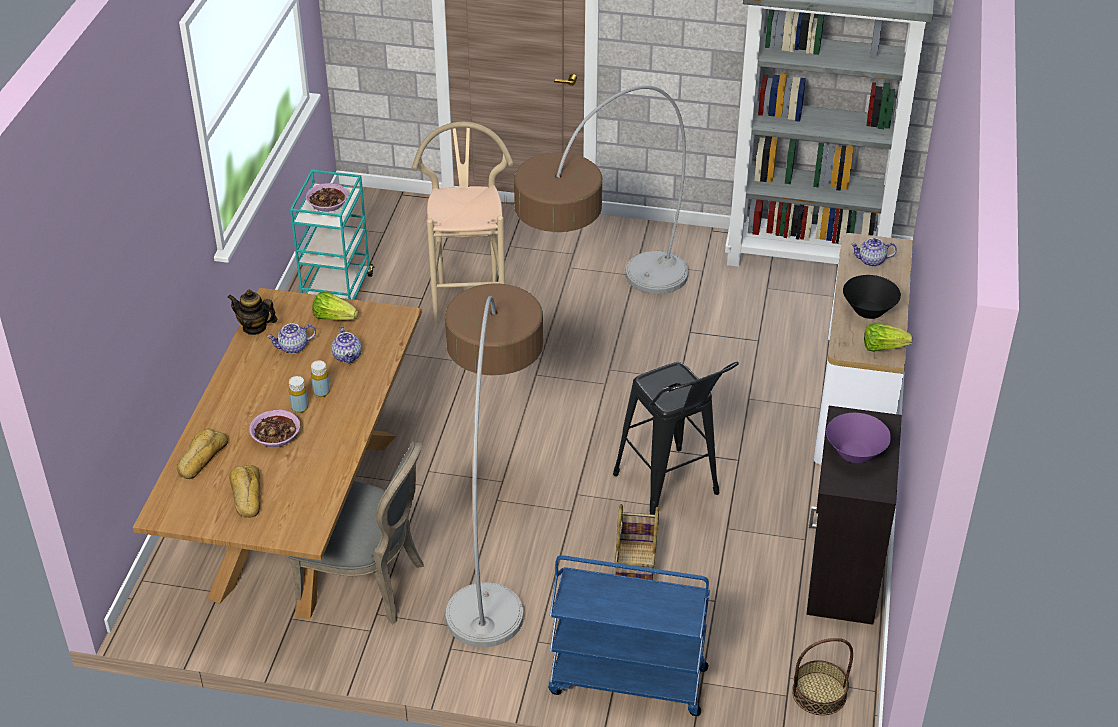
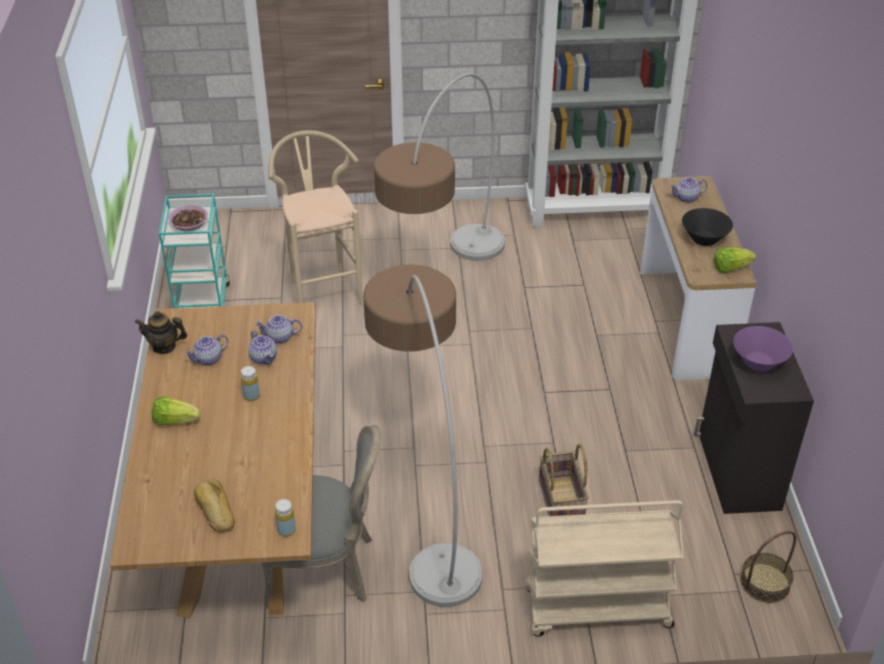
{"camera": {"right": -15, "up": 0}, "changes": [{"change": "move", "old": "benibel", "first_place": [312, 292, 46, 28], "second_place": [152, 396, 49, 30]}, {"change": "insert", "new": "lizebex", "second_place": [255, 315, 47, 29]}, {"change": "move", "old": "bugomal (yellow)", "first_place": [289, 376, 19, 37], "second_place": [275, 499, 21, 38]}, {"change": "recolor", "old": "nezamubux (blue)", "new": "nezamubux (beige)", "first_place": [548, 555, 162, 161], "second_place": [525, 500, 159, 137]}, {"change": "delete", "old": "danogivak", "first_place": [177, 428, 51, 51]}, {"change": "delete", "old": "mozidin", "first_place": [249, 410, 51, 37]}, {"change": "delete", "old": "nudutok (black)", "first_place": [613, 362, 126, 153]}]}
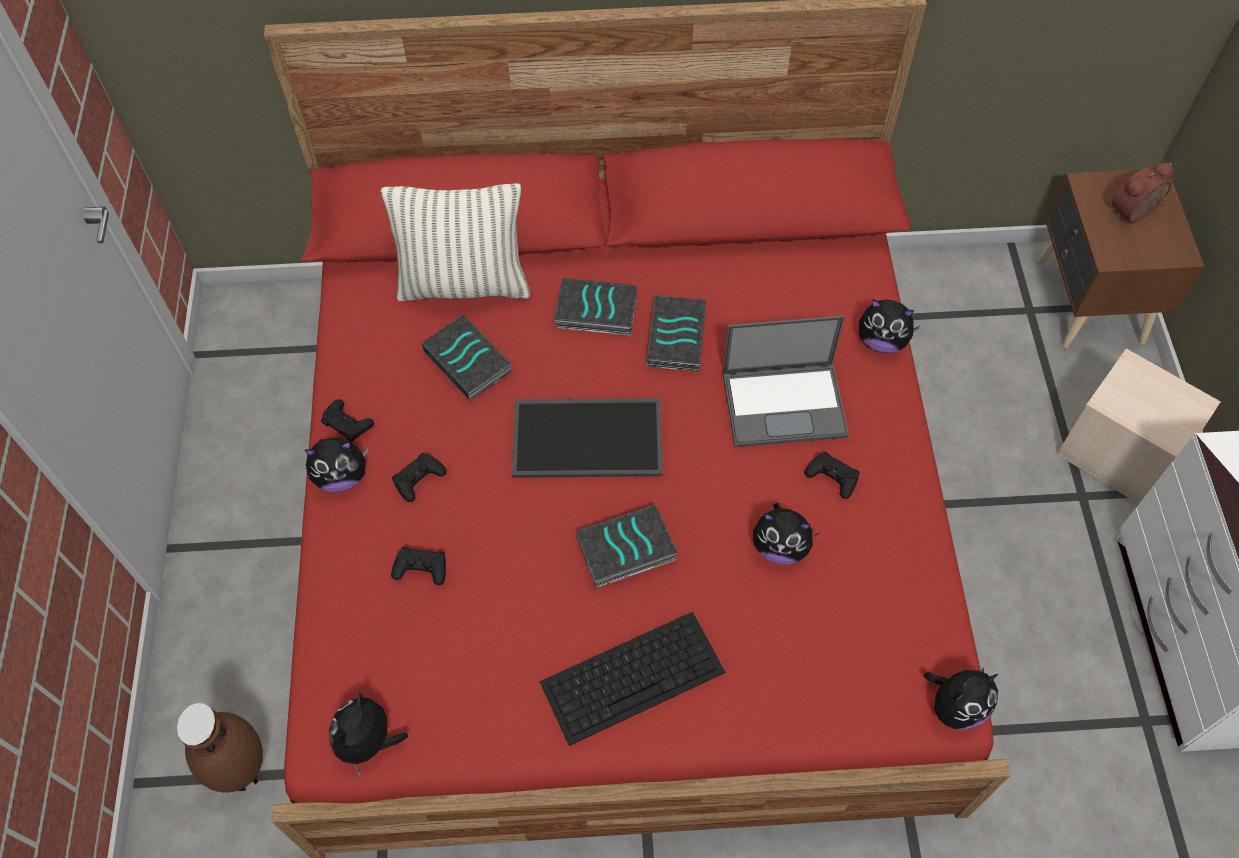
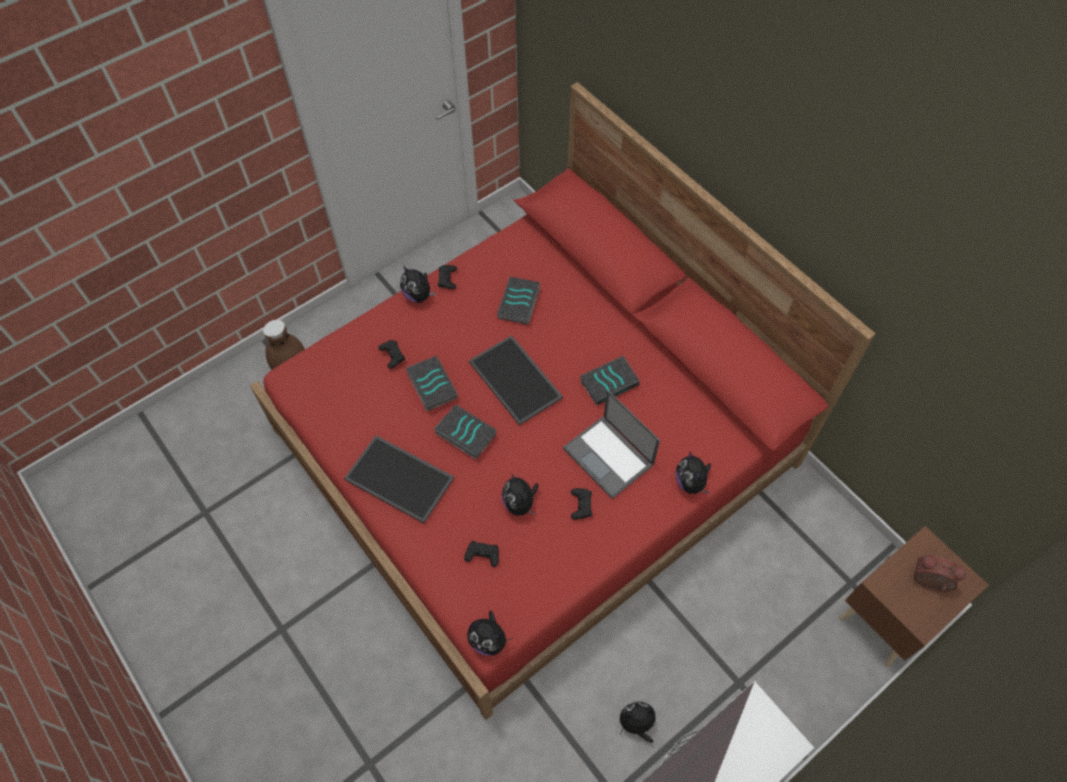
{"camera": {"right": 55, "up": 0}, "changes": [{"change": "replace", "old": "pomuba", "new": "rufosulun", "first_place": [539, 612, 186, 134], "second_place": [344, 435, 110, 88]}, {"change": "move", "old": "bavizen", "first_place": [553, 278, 84, 58], "second_place": [406, 356, 52, 55]}, {"change": "move", "old": "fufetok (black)", "first_place": [392, 453, 55, 49], "second_place": [464, 541, 35, 26]}, {"change": "move", "old": "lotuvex", "first_place": [329, 692, 79, 84], "second_place": [620, 701, 36, 42]}, {"change": "delete", "old": "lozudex", "first_place": [380, 183, 151, 118]}, {"change": "delete", "old": "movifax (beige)", "first_place": [1056, 348, 165, 156]}]}
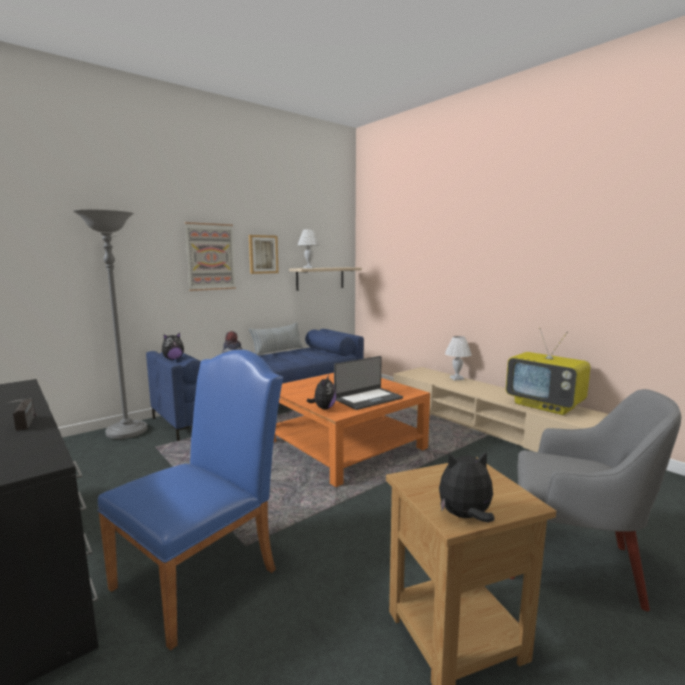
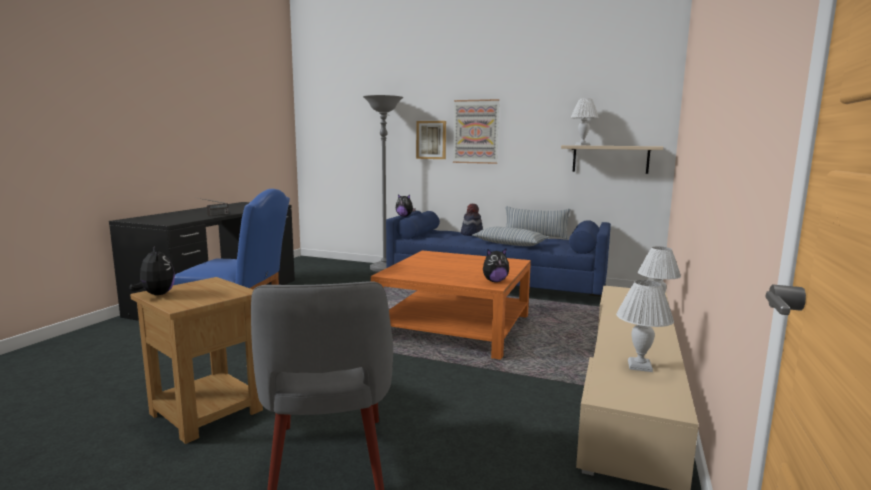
{"camera": {"right": 60, "up": 0}, "changes": [{"change": "move", "old": "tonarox", "first_place": [249, 235, 30, 39], "second_place": [416, 121, 30, 38]}, {"change": "insert", "new": "lozudex", "second_place": [473, 227, 76, 19]}, {"change": "move", "old": "lotuvex", "first_place": [307, 375, 29, 35], "second_place": [483, 249, 26, 33]}, {"change": "replace", "old": "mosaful", "new": "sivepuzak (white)", "first_place": [506, 328, 85, 87], "second_place": [616, 280, 58, 92]}, {"change": "delete", "old": "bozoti", "first_place": [334, 356, 69, 54]}]}
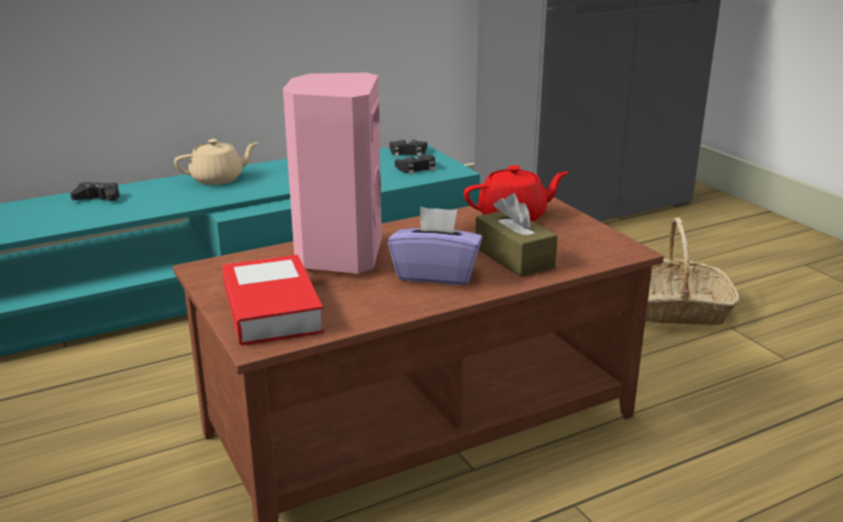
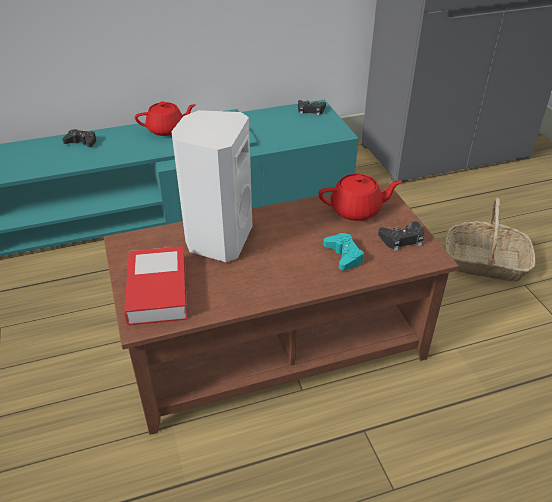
{"camera": {"right": 10, "up": 15}, "changes": [{"change": "recolor", "old": "lizebex (beige)", "new": "lizebex (red)", "first_place": [174, 139, 84, 46], "second_place": [135, 101, 61, 35]}, {"change": "recolor", "old": "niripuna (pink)", "new": "niripuna (white)", "first_place": [283, 73, 99, 201], "second_place": [171, 110, 81, 152]}, {"change": "replace", "old": "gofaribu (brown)", "new": "fufetok (turquoise)", "first_place": [475, 193, 83, 84], "second_place": [323, 233, 41, 37]}, {"change": "move", "old": "fufetok (black)", "first_place": [395, 154, 40, 20], "second_place": [378, 221, 46, 30]}, {"change": "delete", "old": "gofaribu (purple)", "first_place": [388, 206, 94, 79]}]}
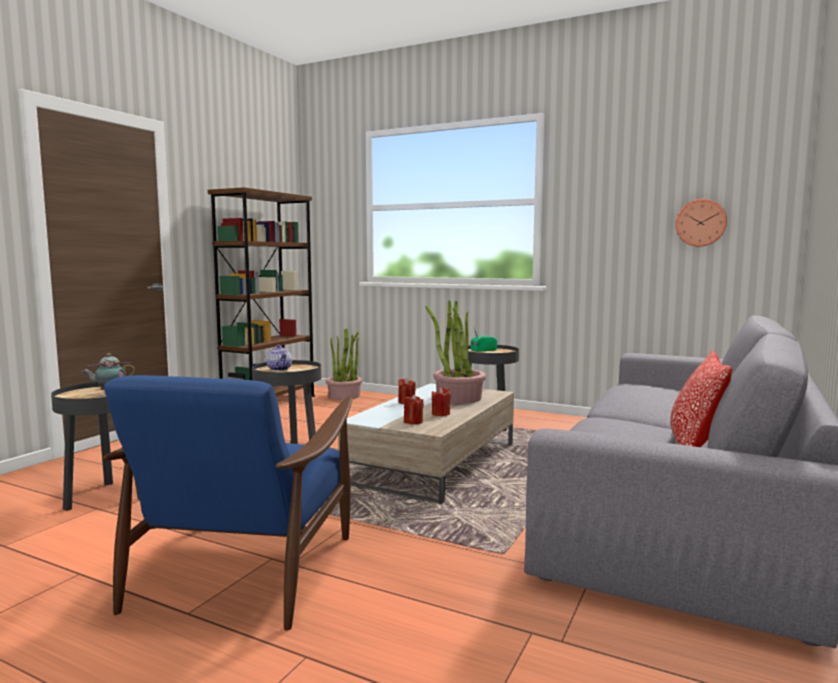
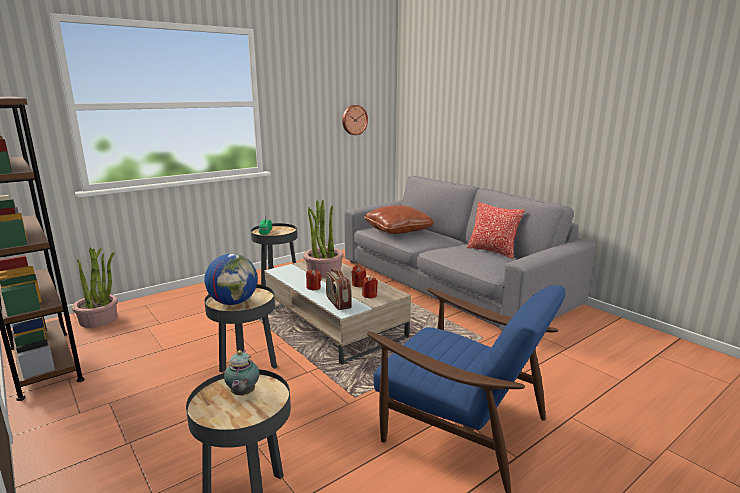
{"camera": {"right": -65, "up": 10}, "changes": [{"change": "replace", "old": "lizebex", "new": "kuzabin", "first_place": [266, 345, 26, 26], "second_place": [204, 254, 54, 51]}, {"change": "insert", "new": "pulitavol", "second_place": [326, 269, 26, 41]}, {"change": "insert", "new": "lozudex (brown)", "second_place": [364, 205, 70, 29]}]}
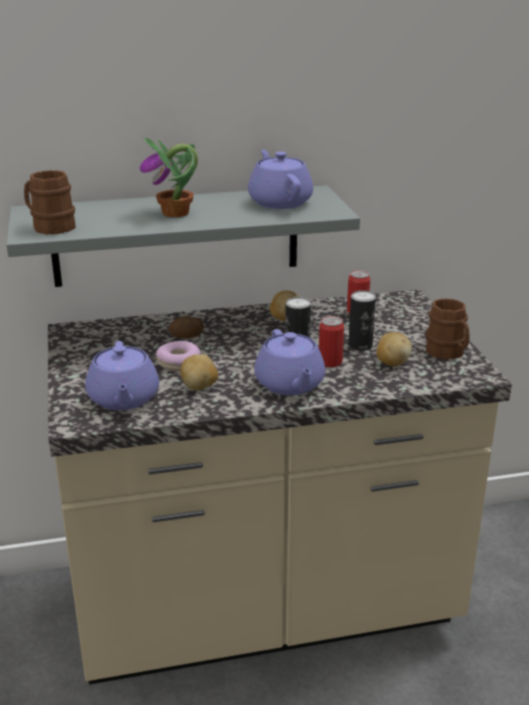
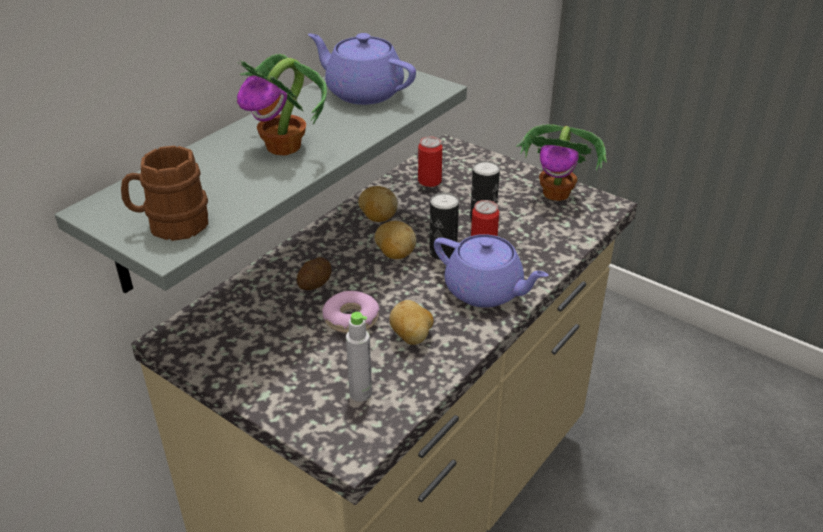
{"camera": {"right": -40, "up": 10}, "changes": [{"change": "replace", "old": "lizebex (purple)", "new": "bugomal (grey)", "first_place": [85, 341, 74, 69], "second_place": [346, 312, 26, 90]}, {"change": "move", "old": "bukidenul", "first_place": [376, 332, 36, 34], "second_place": [375, 221, 41, 38]}, {"change": "replace", "old": "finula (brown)", "new": "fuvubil", "first_place": [425, 298, 45, 61], "second_place": [516, 124, 91, 77]}]}
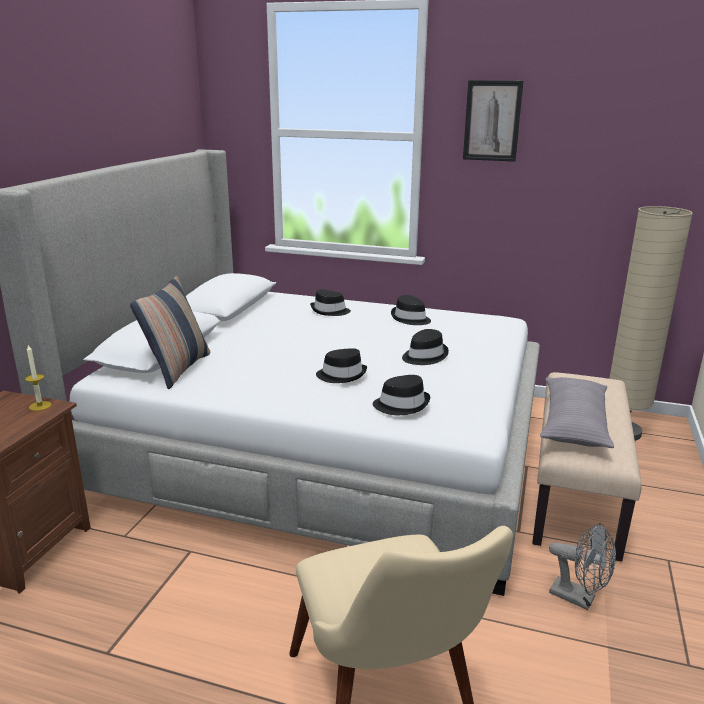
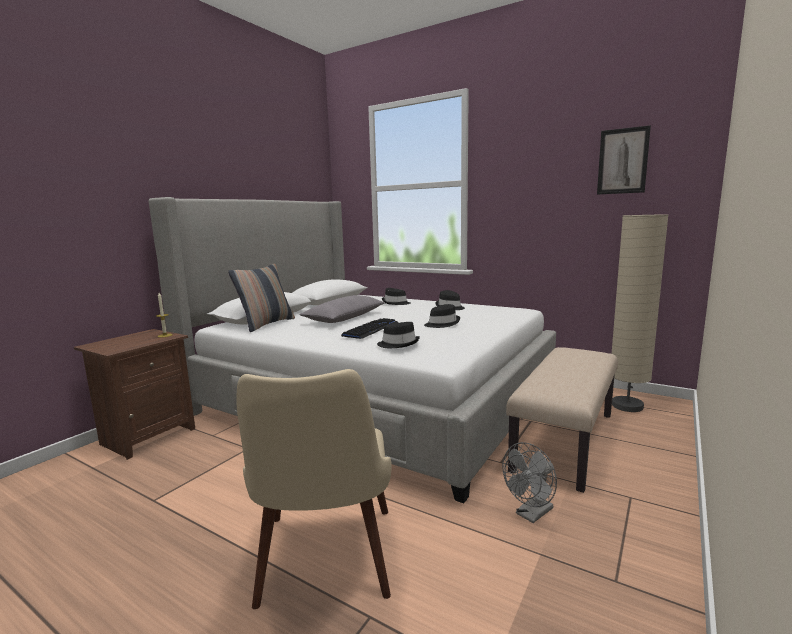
{"camera": {"right": 15, "up": -10}, "changes": [{"change": "move", "old": "lozudex (grey)", "first_place": [540, 377, 74, 71], "second_place": [299, 295, 86, 28]}, {"change": "replace", "old": "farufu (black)", "new": "pomuba", "first_place": [316, 348, 51, 35], "second_place": [341, 318, 57, 21]}, {"change": "rotate", "old": "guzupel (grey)", "first_place": [549, 523, 67, 87], "second_place": [502, 442, 55, 81], "degrees": 90}, {"change": "move", "old": "tonarox", "first_place": [463, 80, 60, 81], "second_place": [597, 125, 54, 70]}]}
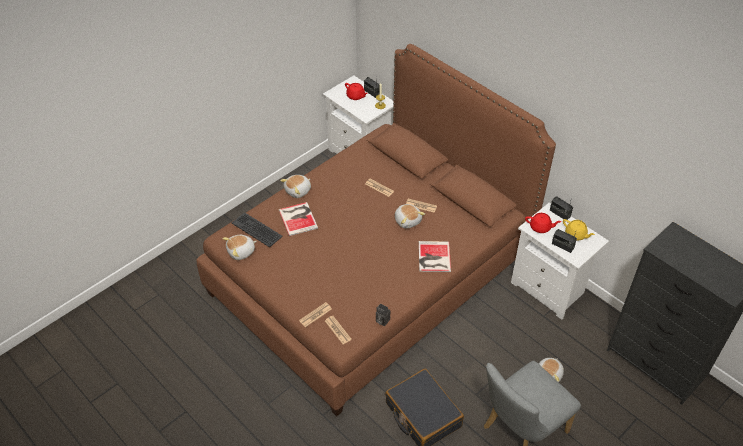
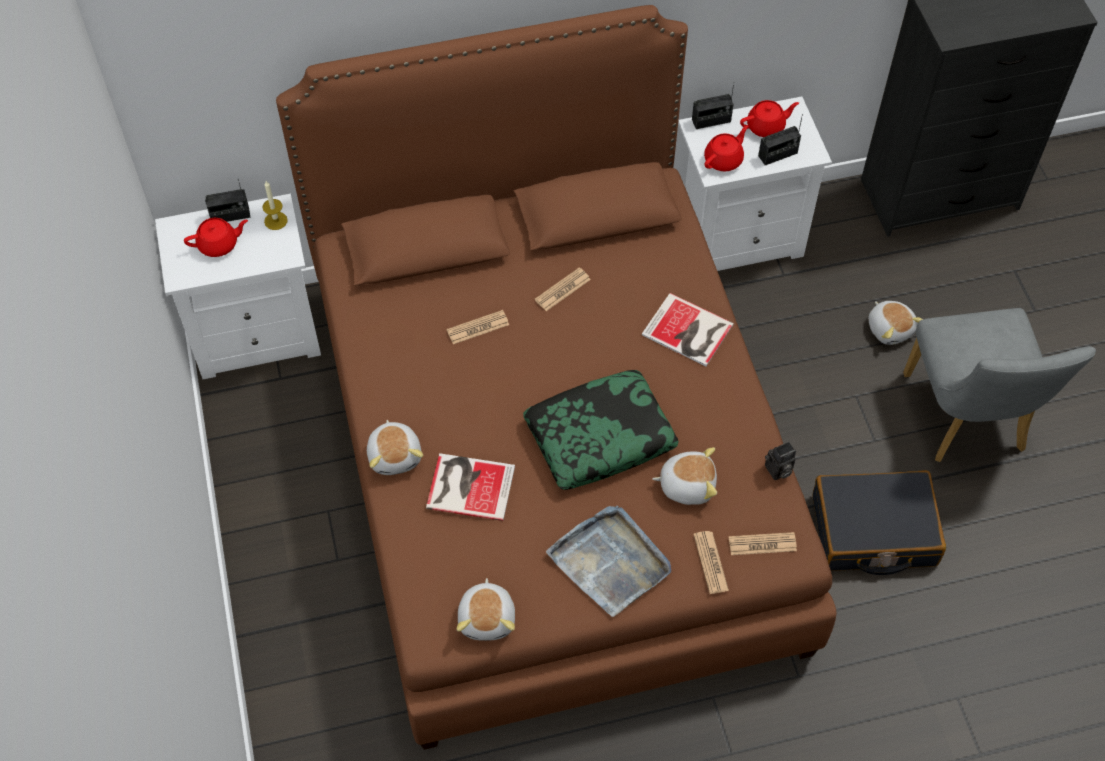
{"camera": {"right": -60, "up": 10}, "changes": [{"change": "insert", "new": "lozudex", "second_place": [523, 370, 156, 120]}, {"change": "insert", "new": "rufosulun (grey)", "second_place": [546, 506, 125, 111]}, {"change": "move", "old": "lotuvex", "first_place": [395, 204, 30, 25], "second_place": [652, 447, 65, 58]}, {"change": "recolor", "old": "lizebex (yellow)", "new": "lizebex (red)", "first_place": [563, 219, 32, 22], "second_place": [740, 100, 59, 37]}, {"change": "delete", "old": "pomuba", "first_place": [232, 212, 51, 35]}]}
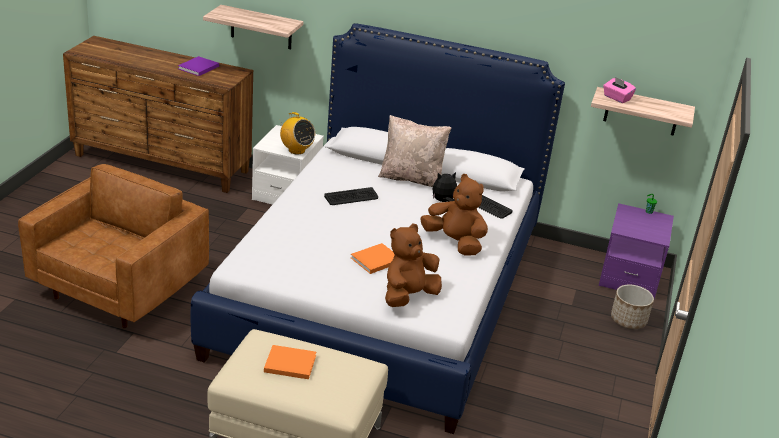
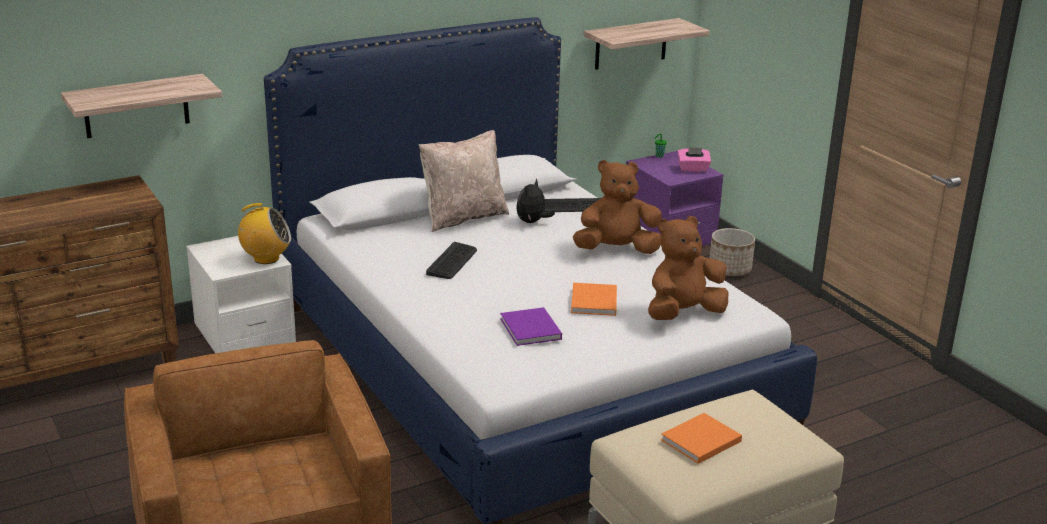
{"camera": {"right": -45, "up": -5}, "changes": [{"change": "move", "old": "bavizen (purple)", "first_place": [178, 56, 41, 20], "second_place": [500, 307, 62, 39]}, {"change": "rotate", "old": "lotuvex (brown)", "first_place": [385, 224, 57, 83], "second_place": [648, 216, 80, 104], "degrees": 60}, {"change": "move", "old": "gofaribu (pink)", "first_place": [603, 77, 33, 26], "second_place": [677, 147, 34, 25]}]}
